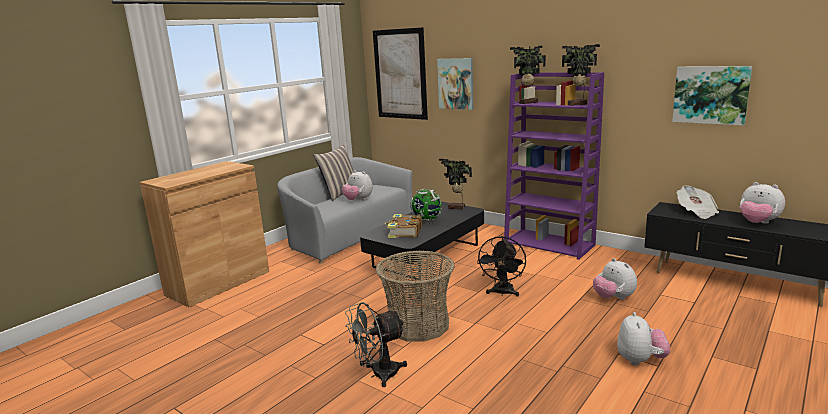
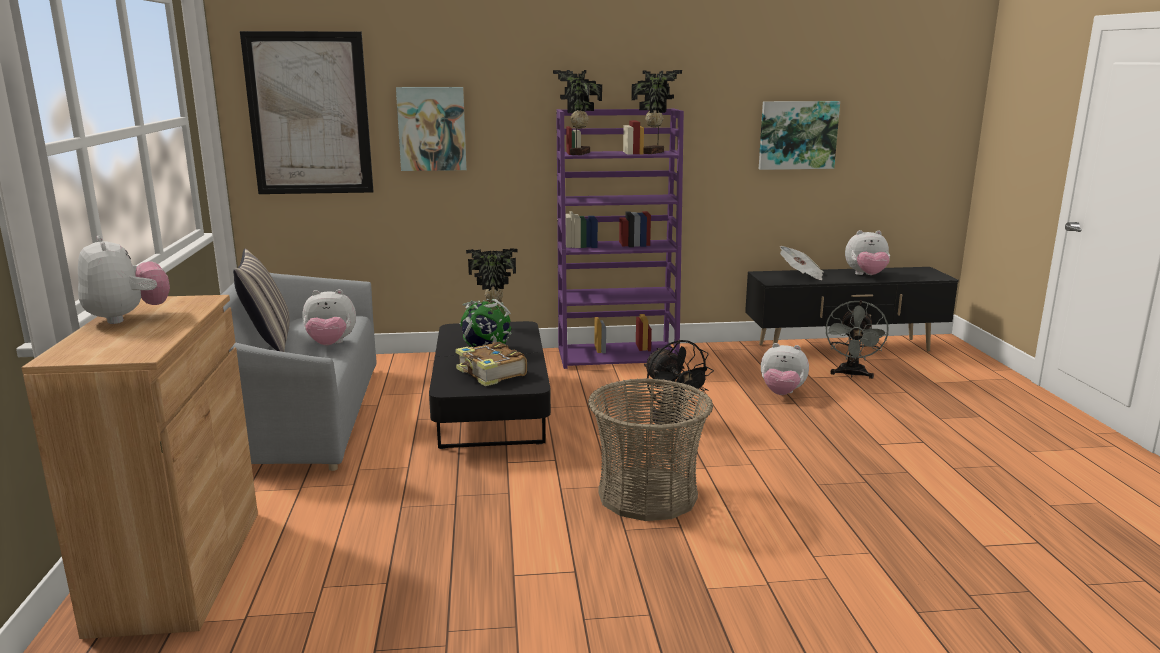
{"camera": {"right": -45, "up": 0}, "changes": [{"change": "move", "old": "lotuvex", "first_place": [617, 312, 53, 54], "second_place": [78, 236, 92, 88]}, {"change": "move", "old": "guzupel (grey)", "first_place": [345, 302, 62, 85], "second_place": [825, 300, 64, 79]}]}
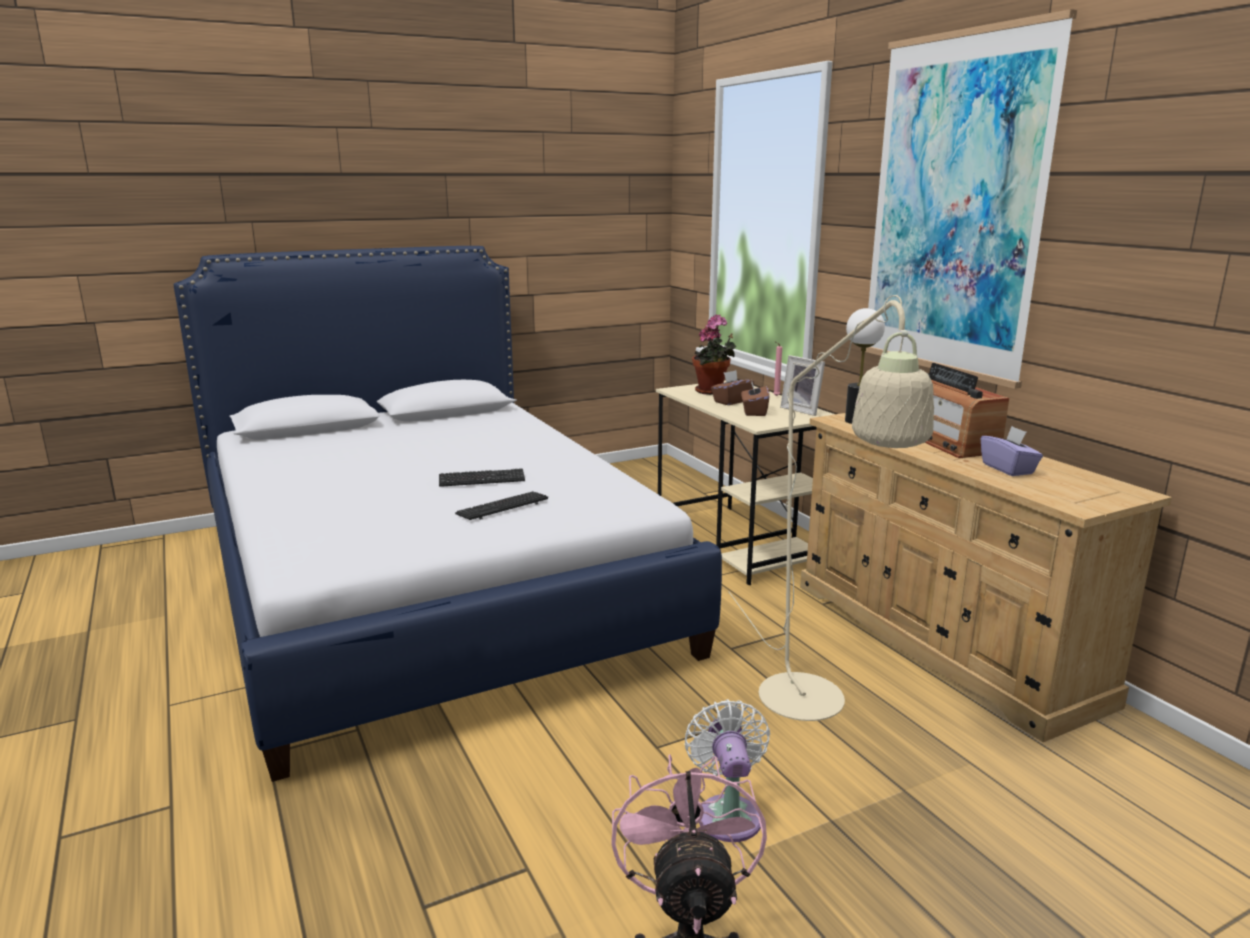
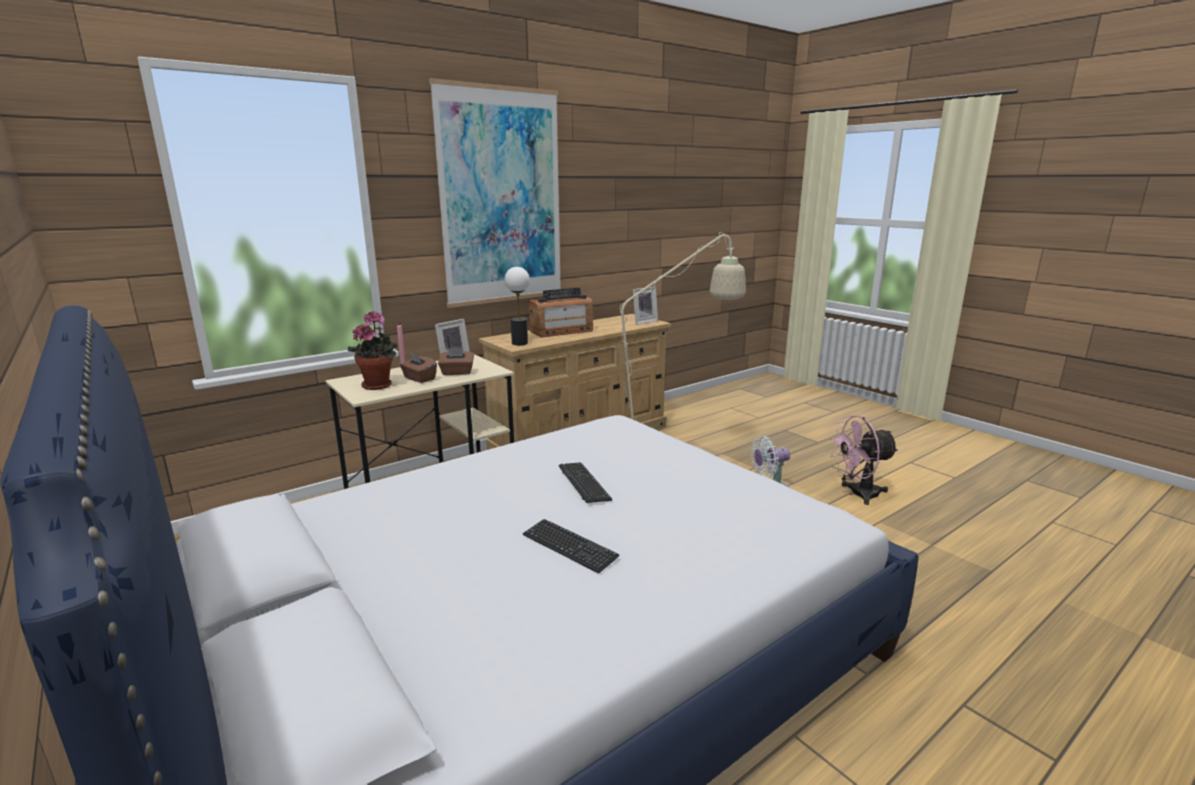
{"camera": {"right": -100, "up": 0}, "changes": [{"change": "move", "old": "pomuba", "first_place": [455, 491, 94, 29], "second_place": [523, 519, 97, 54]}, {"change": "insert", "new": "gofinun", "second_place": [633, 287, 25, 38]}, {"change": "delete", "old": "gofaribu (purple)", "first_place": [981, 426, 62, 50]}]}
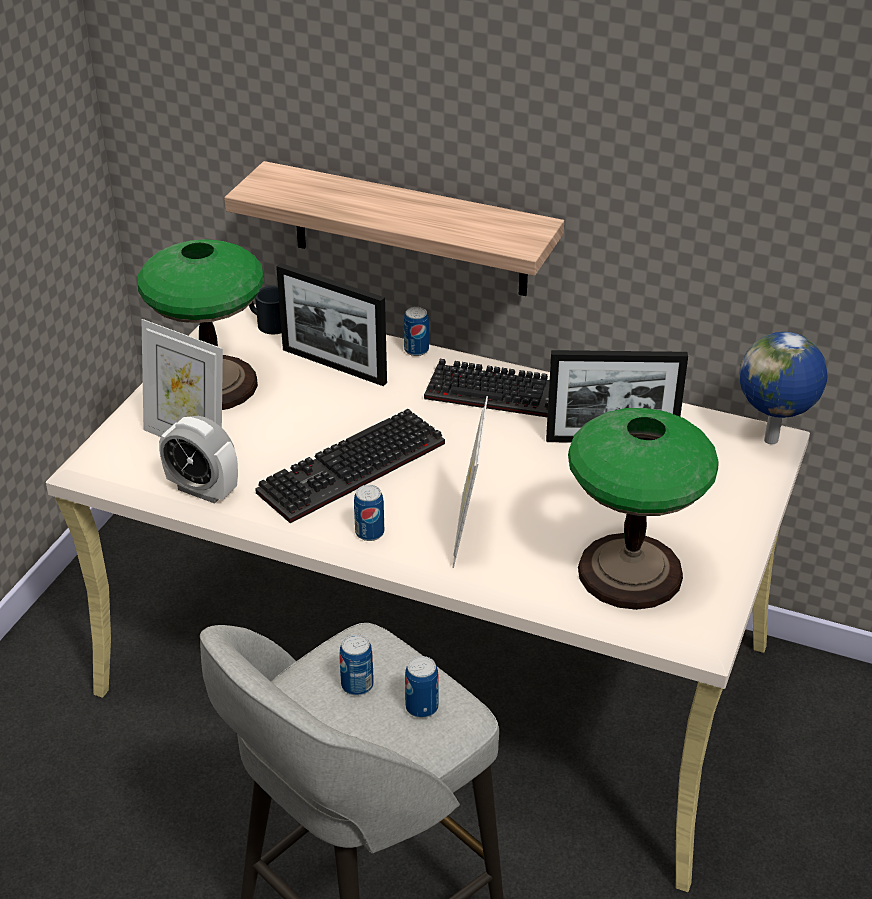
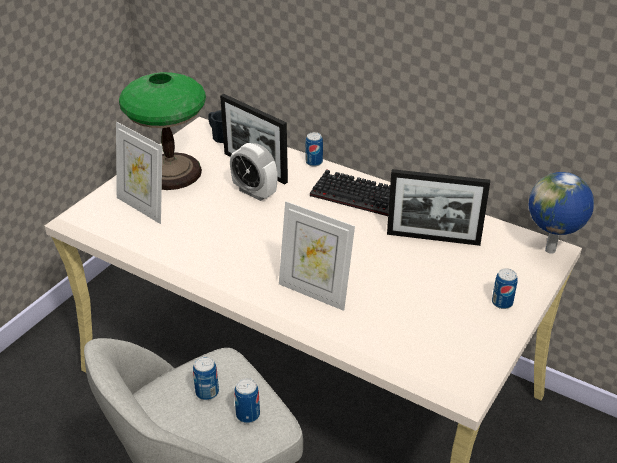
{"camera": {"right": 10, "up": 0}, "changes": [{"change": "move", "old": "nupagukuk", "first_place": [159, 416, 79, 88], "second_place": [230, 143, 48, 58]}, {"change": "rotate", "old": "gofinun", "first_place": [452, 396, 36, 172], "second_place": [279, 201, 76, 110], "degrees": -75}, {"change": "move", "old": "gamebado", "first_place": [354, 485, 30, 56], "second_place": [492, 268, 26, 41]}, {"change": "delete", "old": "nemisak", "first_place": [224, 161, 340, 135]}, {"change": "delete", "old": "pomuba", "first_place": [255, 409, 190, 114]}, {"change": "delete", "old": "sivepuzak", "first_place": [568, 408, 150, 202]}]}
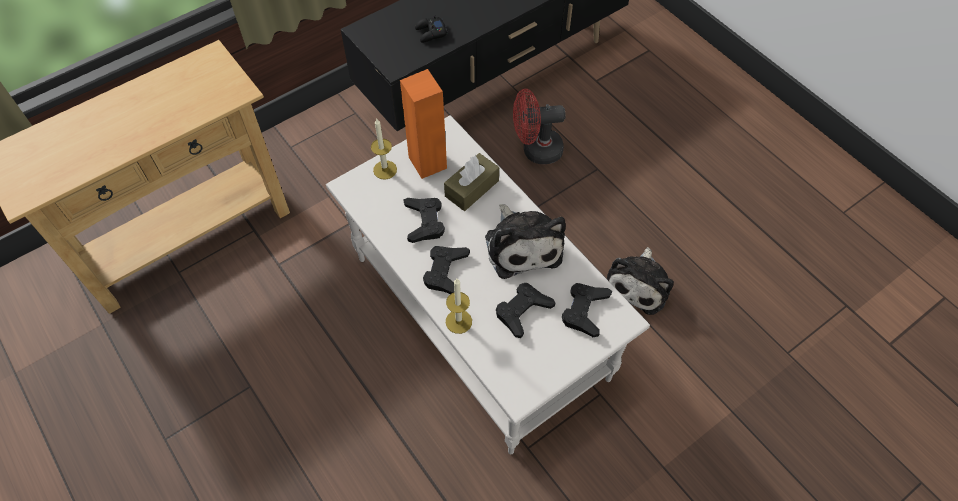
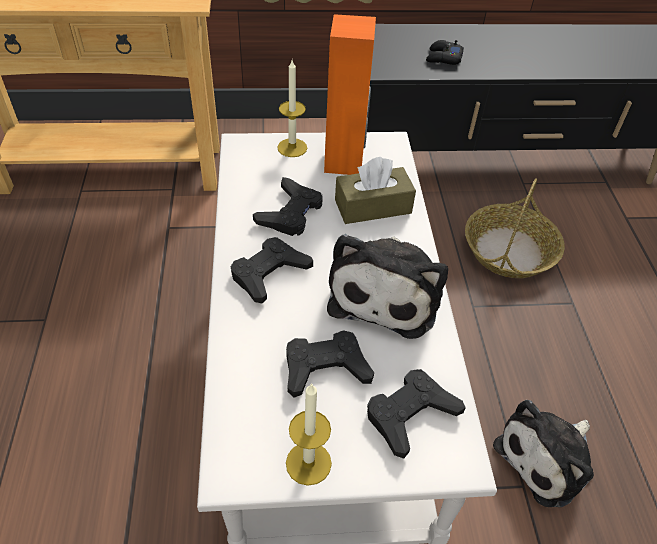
{"camera": {"right": 30, "up": -10}, "changes": [{"change": "move", "old": "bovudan", "first_place": [446, 279, 26, 55], "second_place": [286, 383, 46, 103]}, {"change": "replace", "old": "guzupel (red)", "new": "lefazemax", "first_place": [513, 89, 53, 75], "second_place": [465, 178, 100, 100]}]}
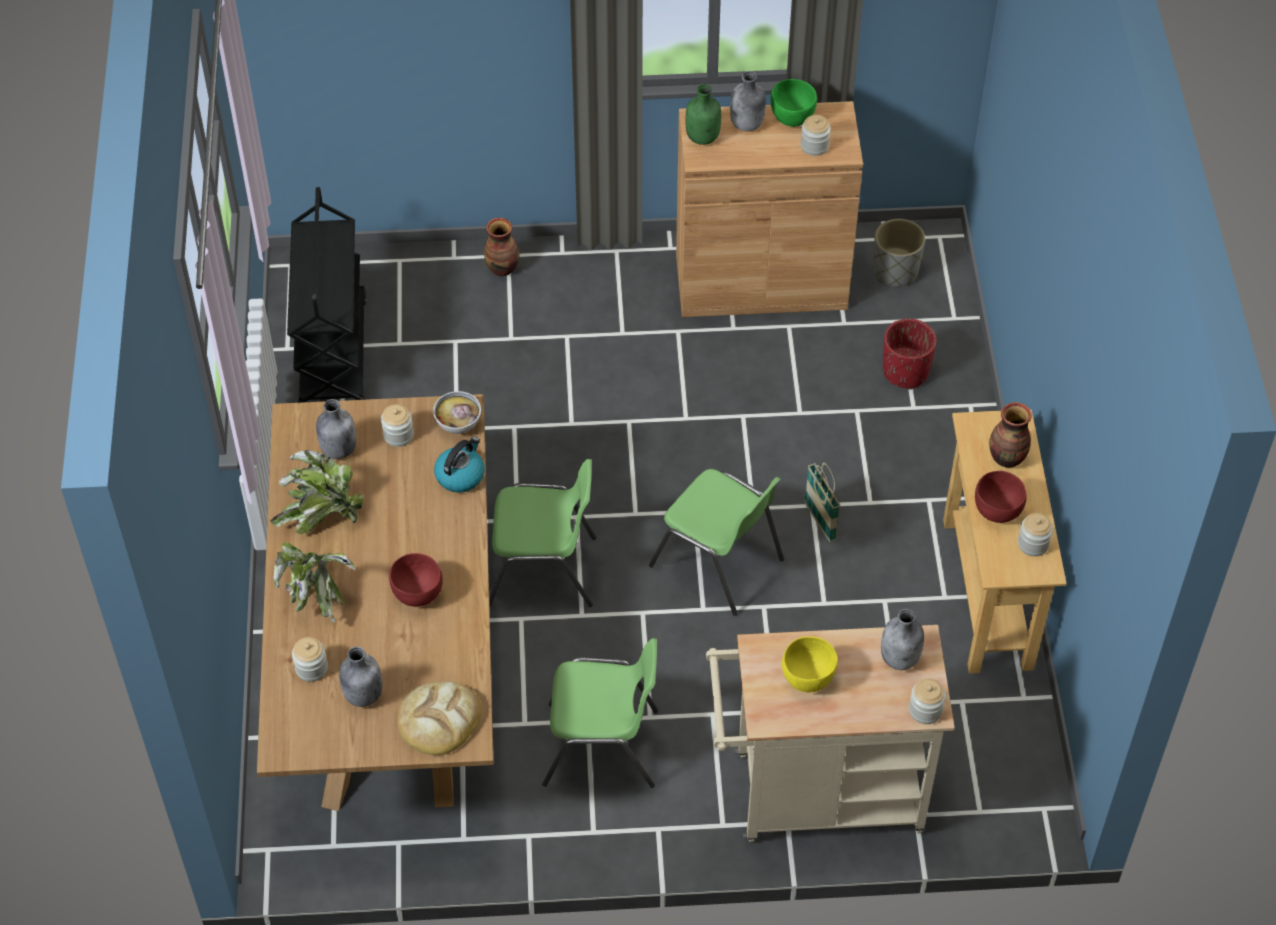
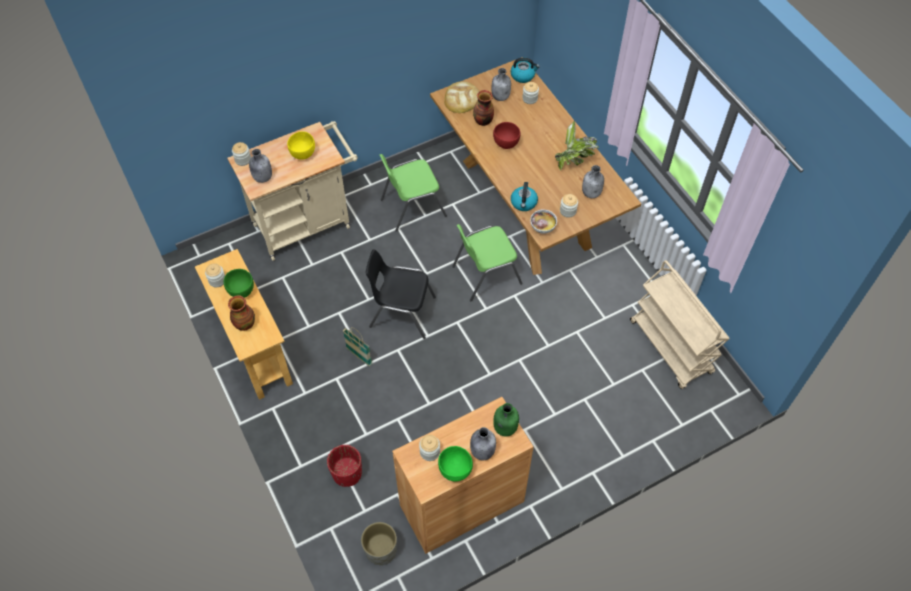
{"camera": {"right": 155, "up": 5}, "changes": [{"change": "recolor", "old": "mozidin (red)", "new": "mozidin (green)", "first_place": [975, 471, 51, 52], "second_place": [224, 269, 30, 29]}, {"change": "recolor", "old": "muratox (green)", "new": "muratox (black)", "first_place": [649, 469, 135, 147], "second_place": [365, 249, 71, 90]}, {"change": "move", "old": "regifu", "first_place": [484, 218, 36, 58], "second_place": [473, 90, 21, 36]}, {"change": "insert", "new": "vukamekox", "second_place": [511, 57, 29, 26]}, {"change": "recolor", "old": "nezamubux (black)", "new": "nezamubux (beige)", "first_place": [287, 187, 80, 216], "second_place": [630, 260, 100, 129]}, {"change": "delete", "old": "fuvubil", "first_place": [274, 542, 82, 81]}]}
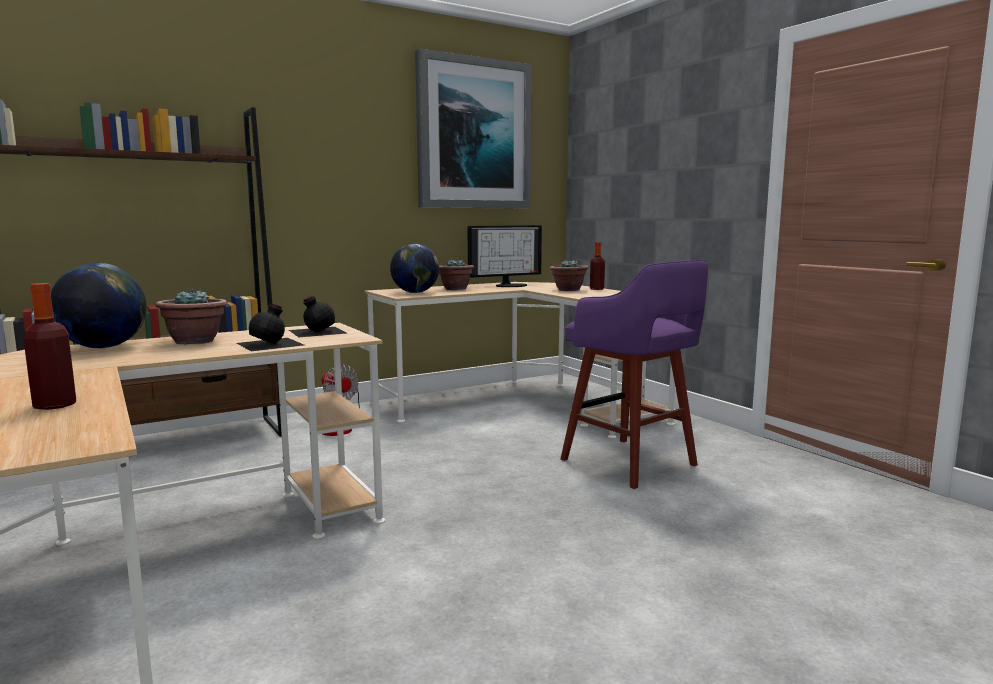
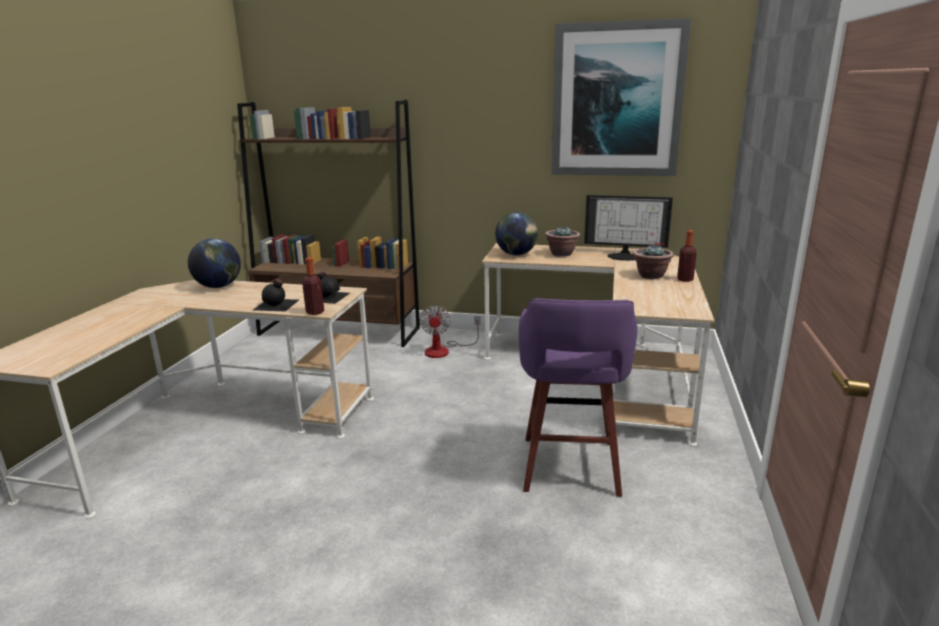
{"camera": {"right": 45, "up": 10}, "changes": [{"change": "move", "old": "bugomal", "first_place": [23, 283, 53, 127], "second_place": [302, 257, 22, 58]}, {"change": "delete", "old": "fuvubil", "first_place": [155, 288, 72, 56]}]}
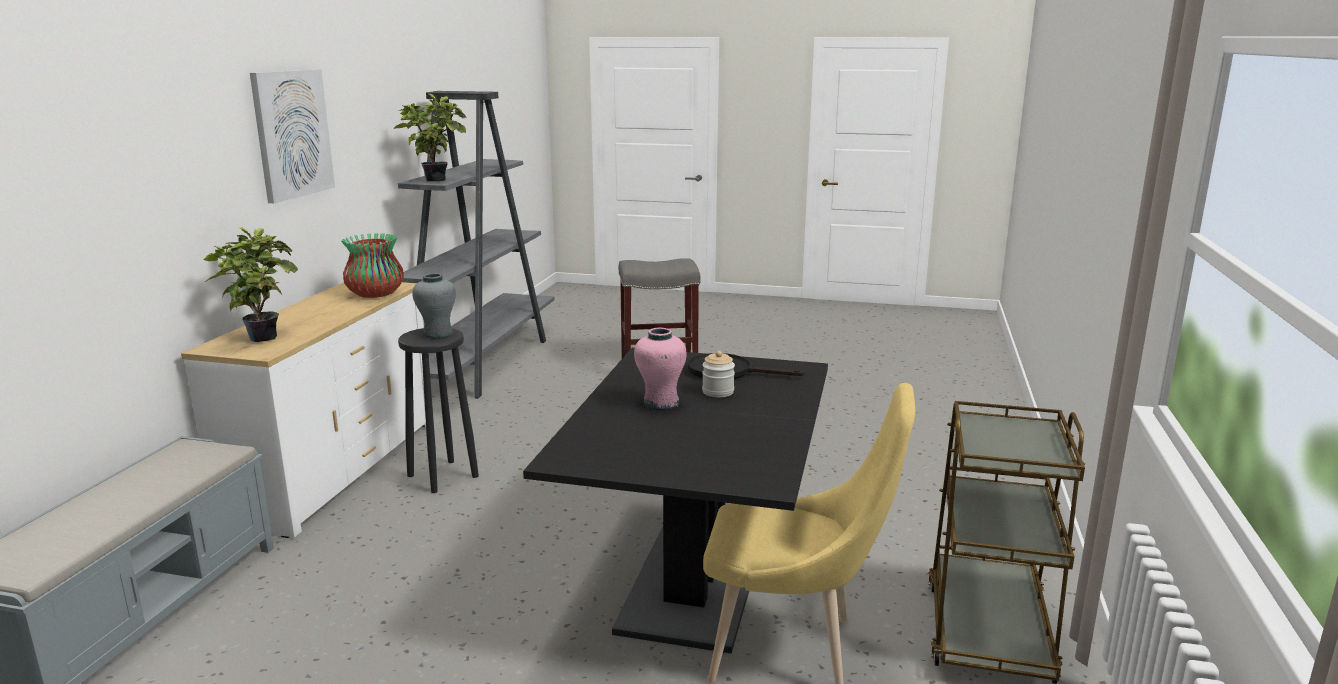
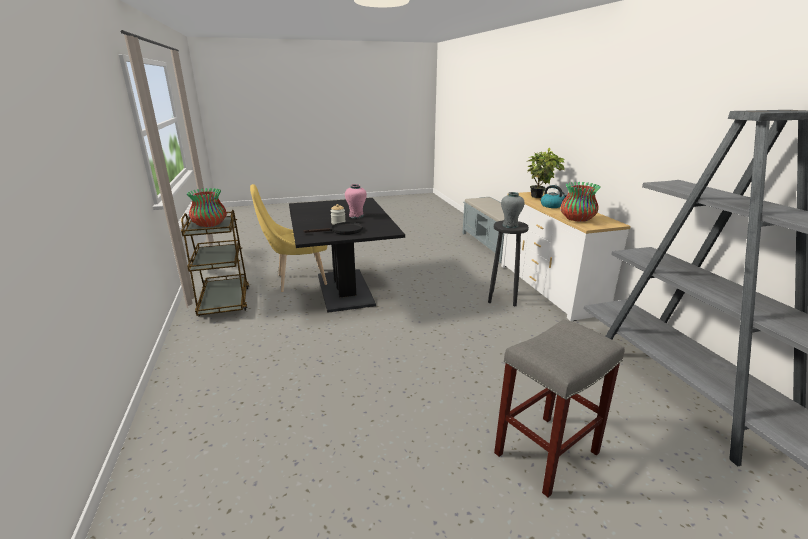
{"camera": {"right": 150, "up": 5}, "changes": [{"change": "insert", "new": "regifu", "second_place": [187, 188, 40, 39]}, {"change": "insert", "new": "vukamekox", "second_place": [541, 185, 26, 23]}, {"change": "delete", "old": "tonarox", "first_place": [250, 69, 85, 134]}, {"change": "delete", "old": "fuvubil", "first_place": [393, 94, 74, 88]}]}
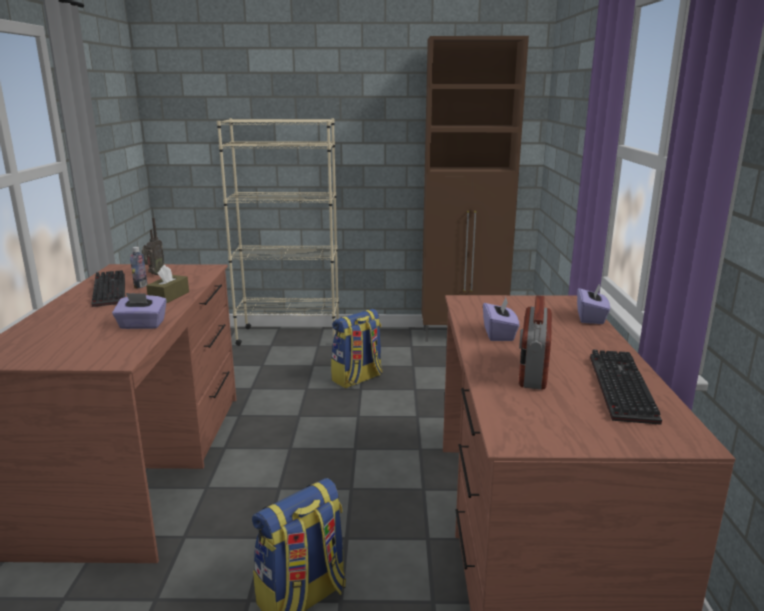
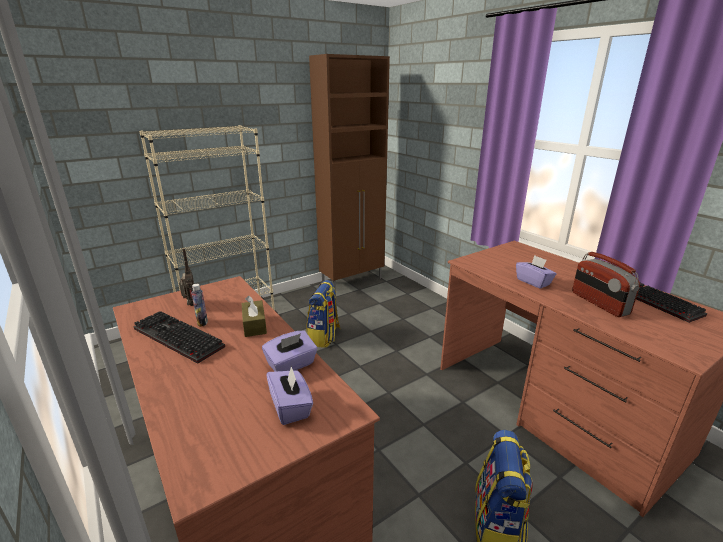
{"camera": {"right": -35, "up": 5}, "changes": [{"change": "move", "old": "gofaribu (purple)", "first_place": [577, 283, 33, 41], "second_place": [266, 365, 47, 60]}]}
